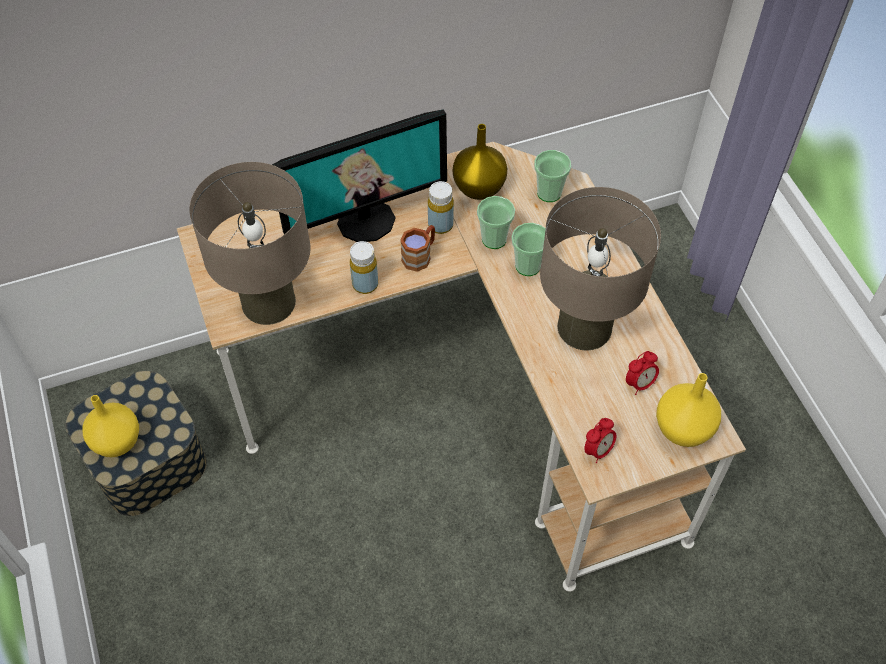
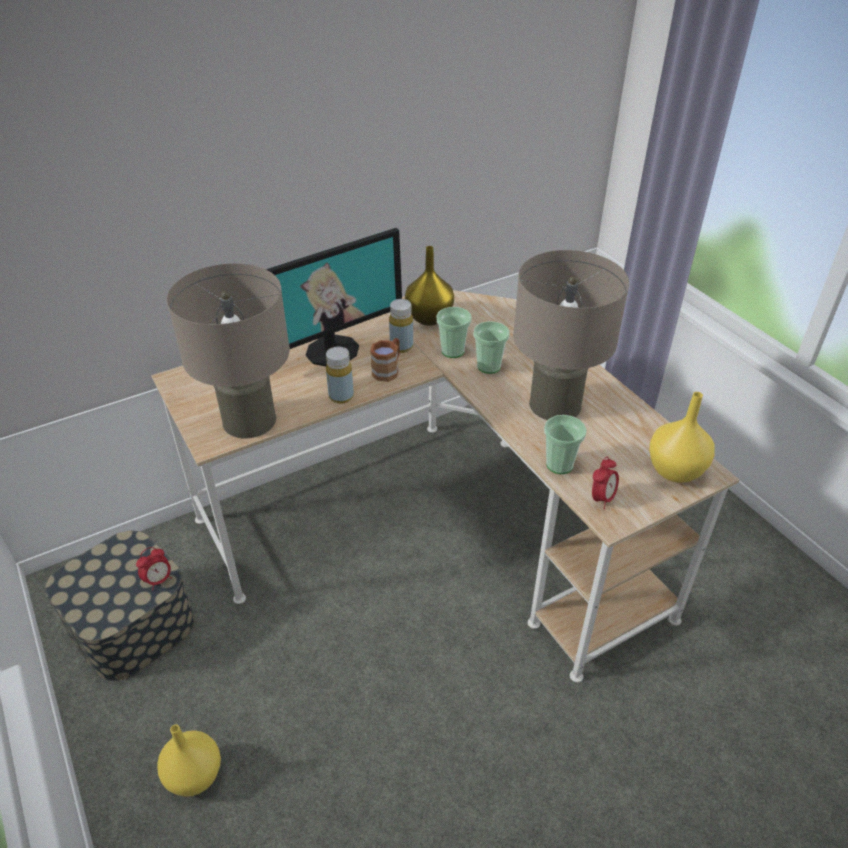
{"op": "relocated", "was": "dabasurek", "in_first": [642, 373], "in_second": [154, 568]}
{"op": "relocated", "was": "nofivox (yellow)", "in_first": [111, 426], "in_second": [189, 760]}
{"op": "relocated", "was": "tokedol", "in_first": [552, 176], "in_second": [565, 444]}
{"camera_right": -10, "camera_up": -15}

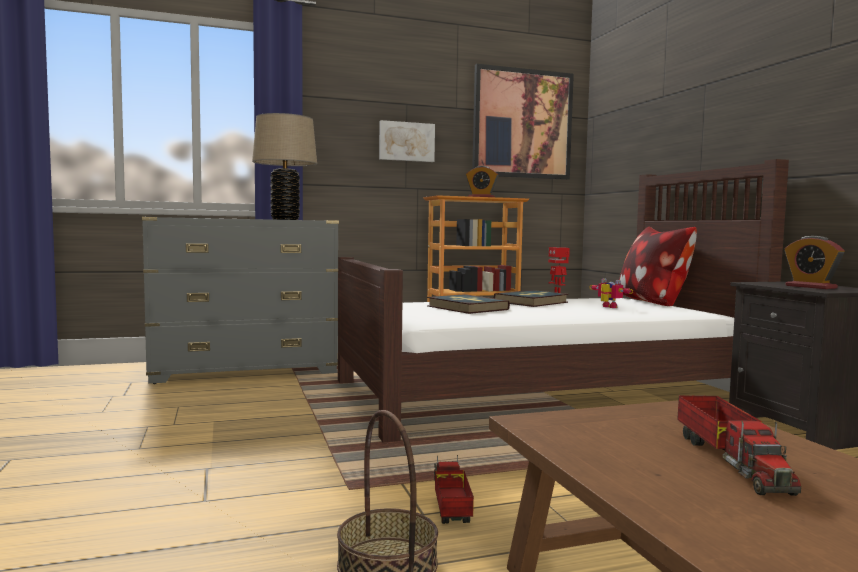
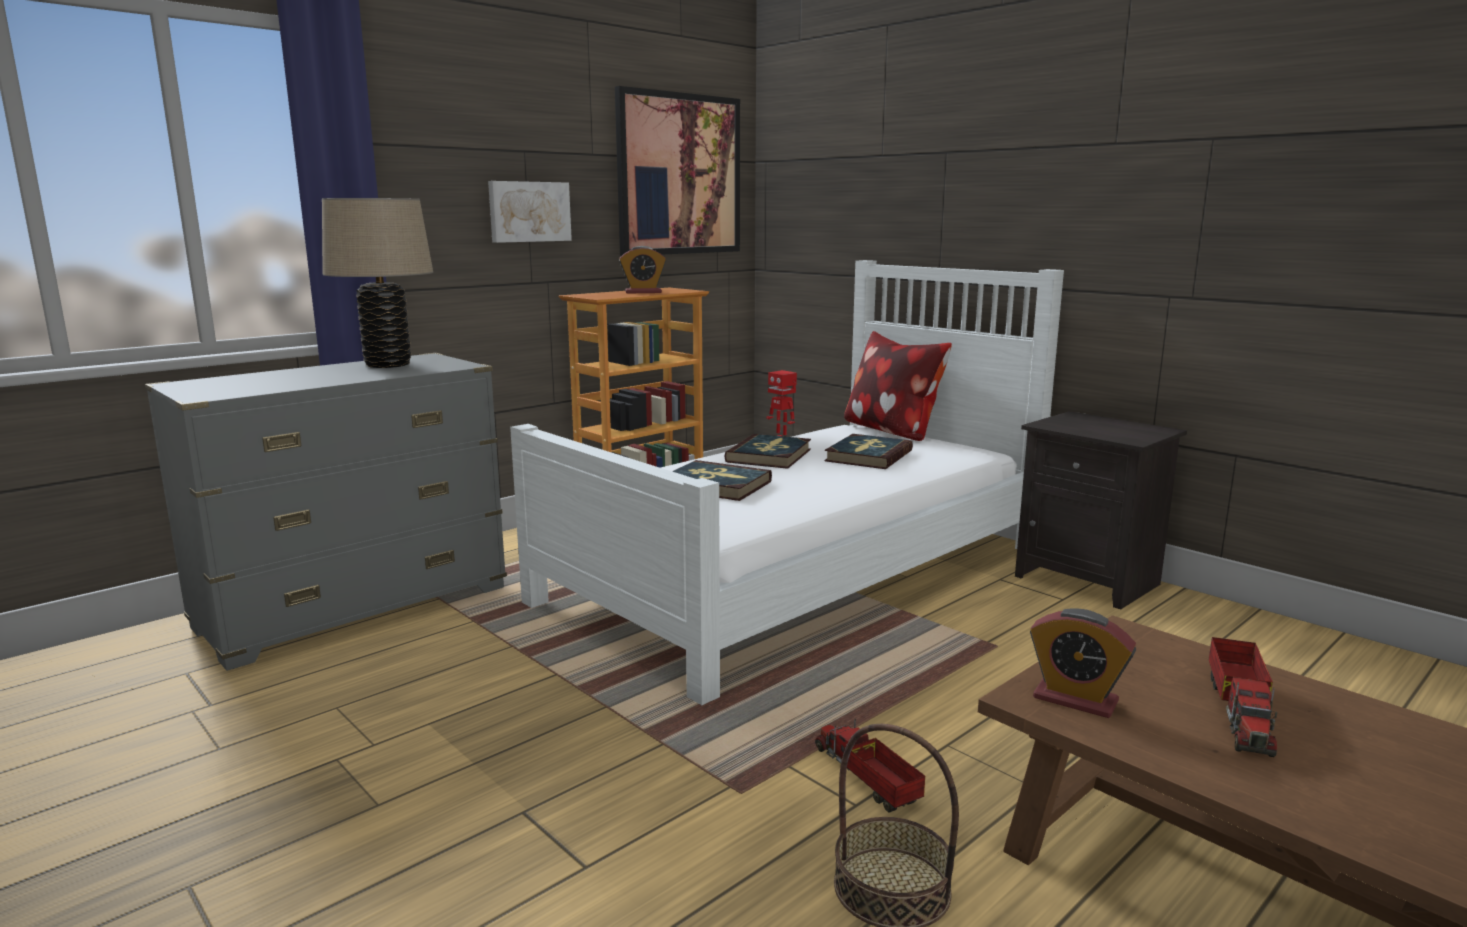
{"op": "colour", "was": "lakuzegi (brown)", "now": "lakuzegi (white)", "in_first": [563, 300], "in_second": [787, 482]}
{"op": "exchanged", "was": "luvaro", "now": "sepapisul", "in_first": [611, 293], "in_second": [868, 451]}
{"op": "relocated", "was": "dabasurek", "in_first": [814, 262], "in_second": [1083, 663]}
{"op": "spun", "was": "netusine", "in_first": [739, 445], "in_second": [1243, 697], "clockwise": 45}
{"camera_right": -25, "camera_up": 10}

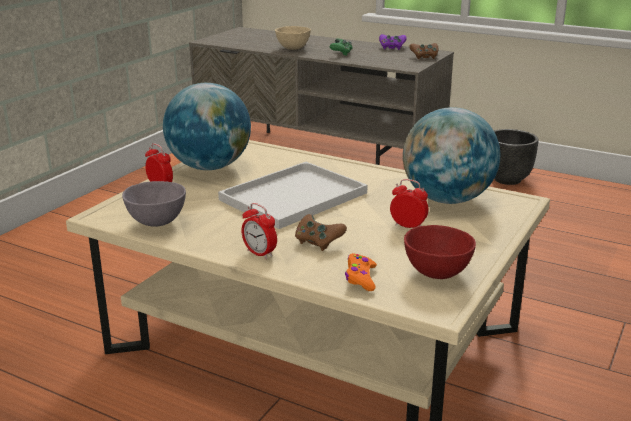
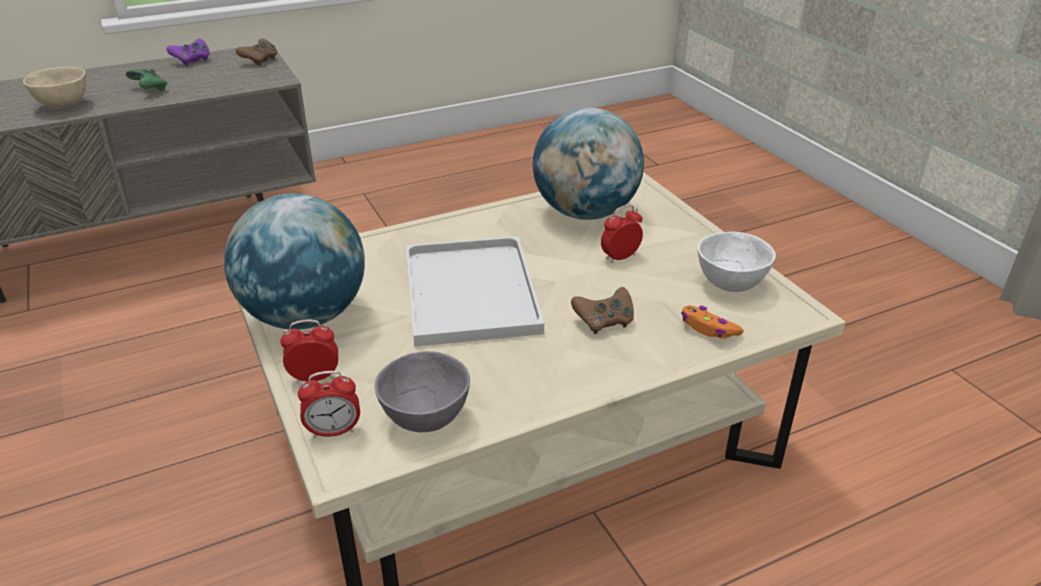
{"op": "relocated", "was": "dabasurek", "in_first": [259, 231], "in_second": [329, 404]}
{"op": "colour", "was": "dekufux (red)", "now": "dekufux (white)", "in_first": [440, 252], "in_second": [737, 262]}
{"op": "missing", "was": "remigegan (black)", "in_first": [516, 157]}
{"camera_right": -55, "camera_up": 10}

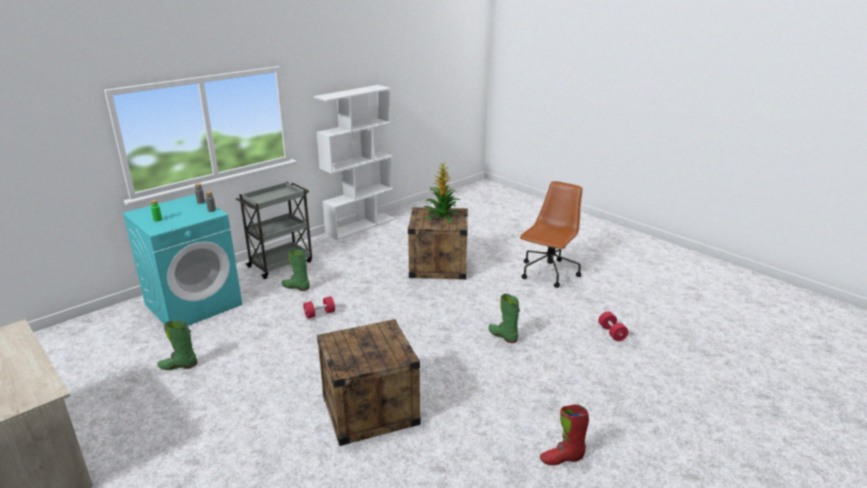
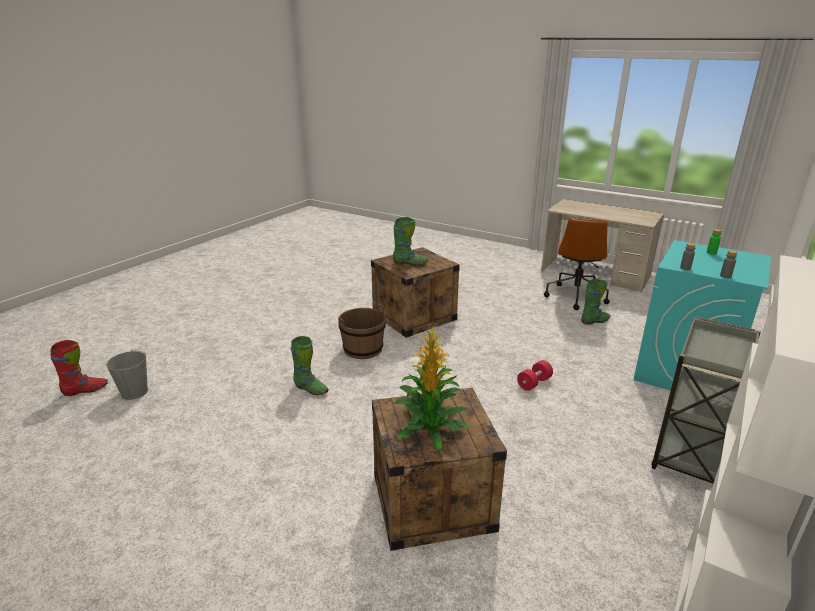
{"op": "relocated", "was": "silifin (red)", "in_first": [564, 435], "in_second": [79, 368]}
{"op": "appeared", "now": "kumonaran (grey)", "in_second": [127, 374]}
{"op": "appeared", "now": "kumonaran (brown)", "in_second": [362, 331]}
{"op": "relocated", "was": "silifin (green)", "in_first": [296, 270], "in_second": [410, 241]}
{"op": "relocated", "was": "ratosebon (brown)", "in_first": [551, 234], "in_second": [577, 264]}
{"op": "missing", "was": "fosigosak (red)", "in_first": [613, 326]}
{"camera_right": 165, "camera_up": 0}

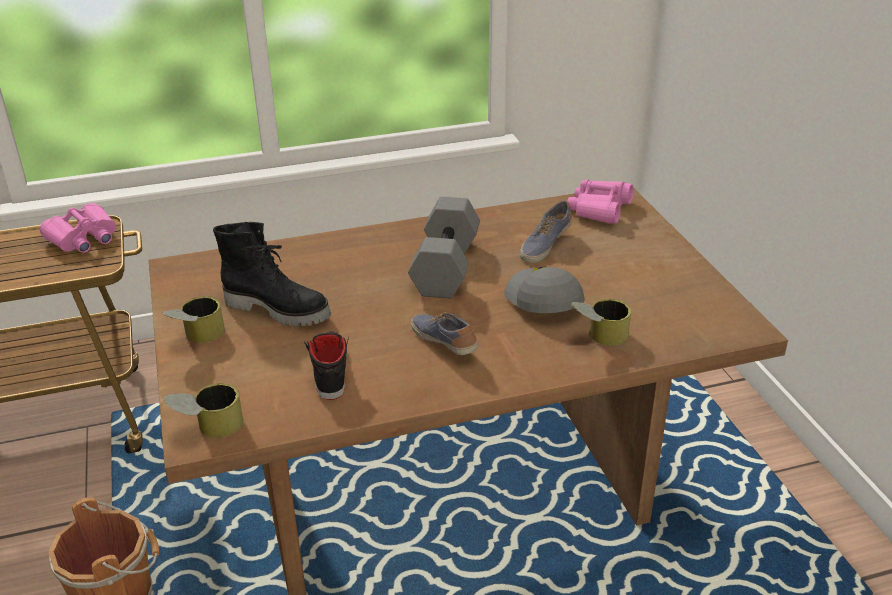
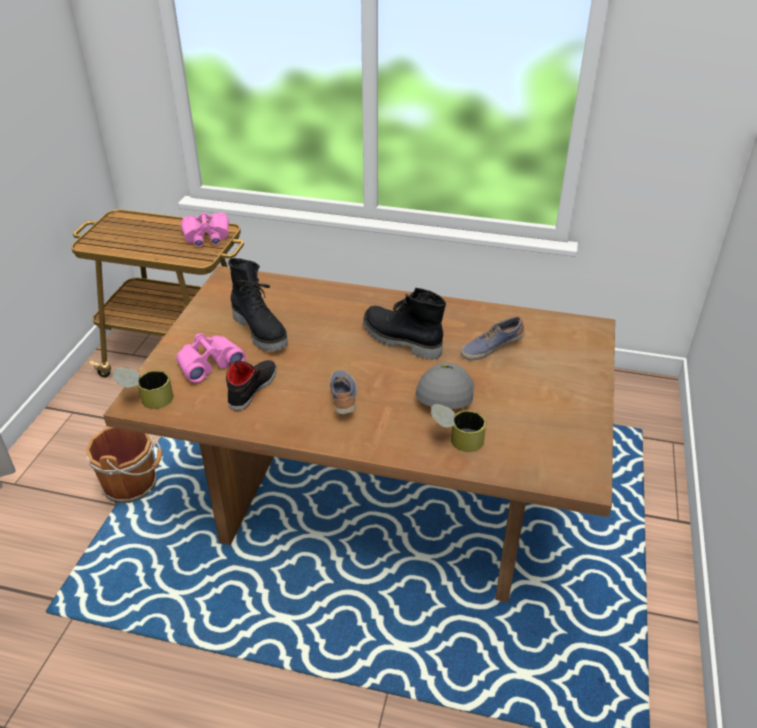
{"op": "relocated", "was": "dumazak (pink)", "in_first": [600, 201], "in_second": [211, 358]}
{"op": "exchanged", "was": "fosigosak (grey)", "now": "silifin (black)", "in_first": [444, 247], "in_second": [404, 324]}
{"op": "missing", "was": "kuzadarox", "in_first": [193, 319]}
{"camera_right": 30, "camera_up": 5}

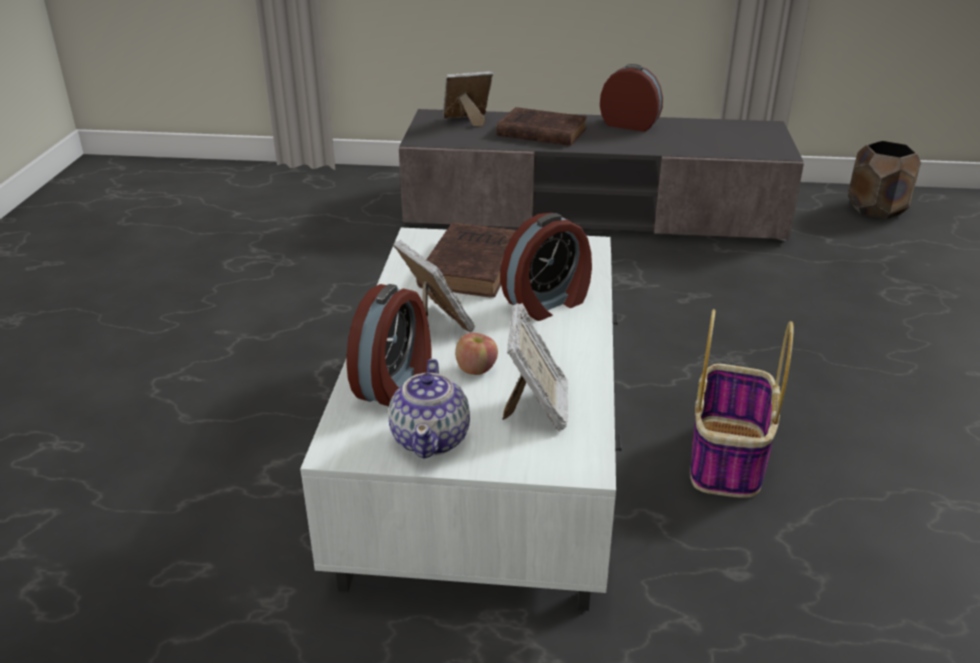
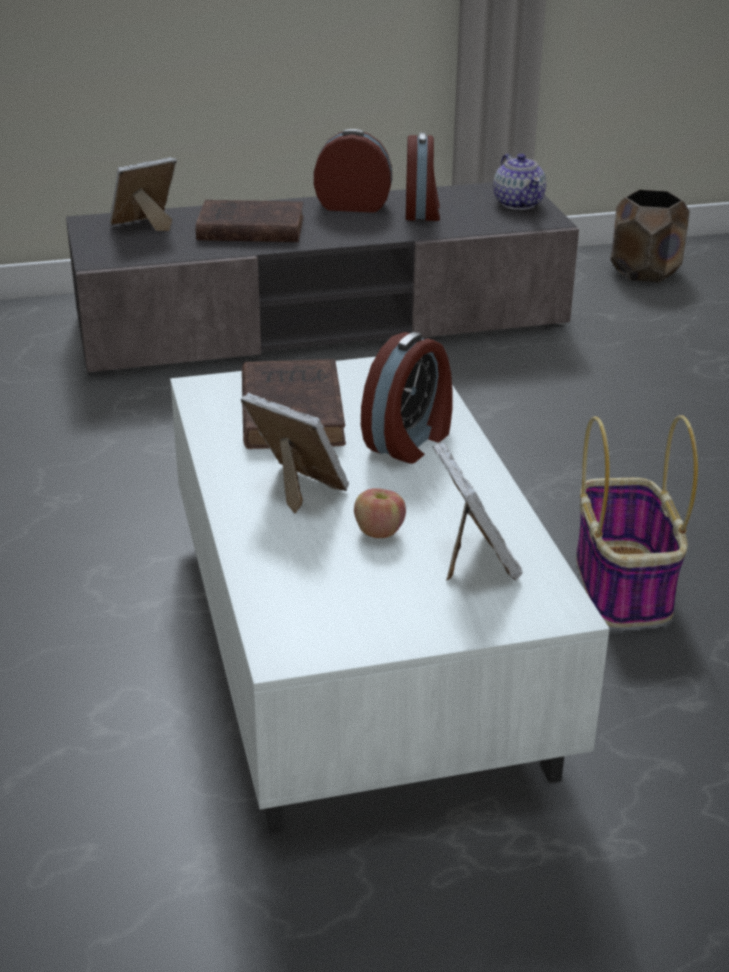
{"op": "relocated", "was": "dabasurek", "in_first": [388, 345], "in_second": [423, 177]}
{"op": "relocated", "was": "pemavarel", "in_first": [429, 408], "in_second": [519, 181]}
{"camera_right": -20, "camera_up": 0}

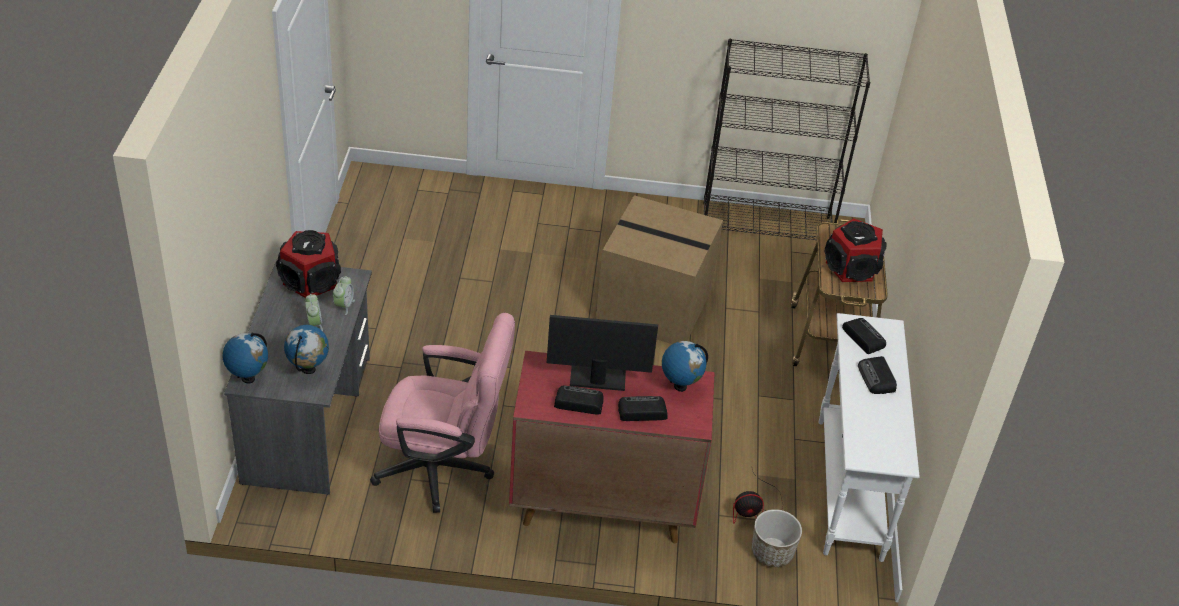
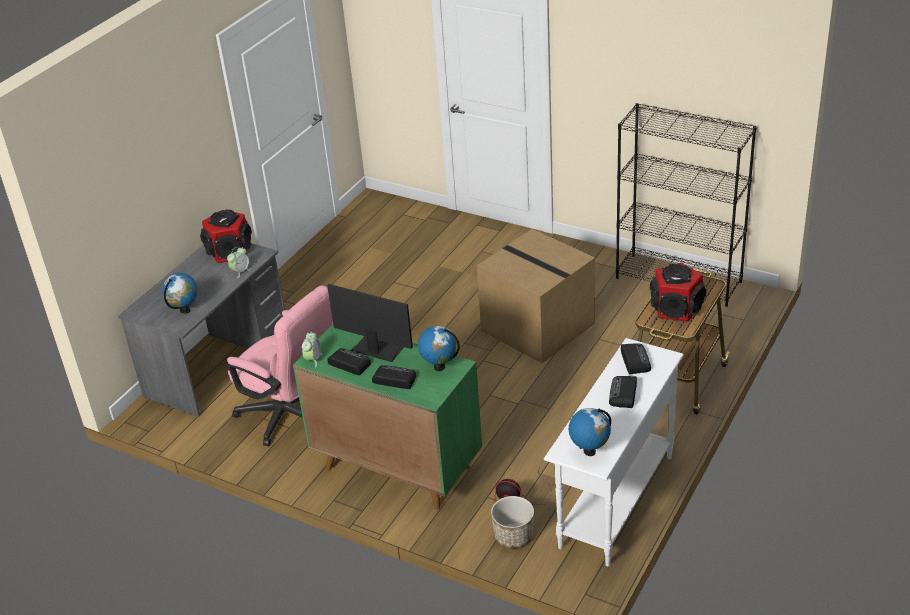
{"op": "colour", "was": "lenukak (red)", "now": "lenukak (green)", "in_first": [612, 447], "in_second": [387, 417]}
{"op": "relocated", "was": "dabasurek", "in_first": [314, 312], "in_second": [312, 349]}
{"op": "relocated", "was": "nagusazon", "in_first": [245, 358], "in_second": [590, 432]}
{"camera_right": 30, "camera_up": -5}

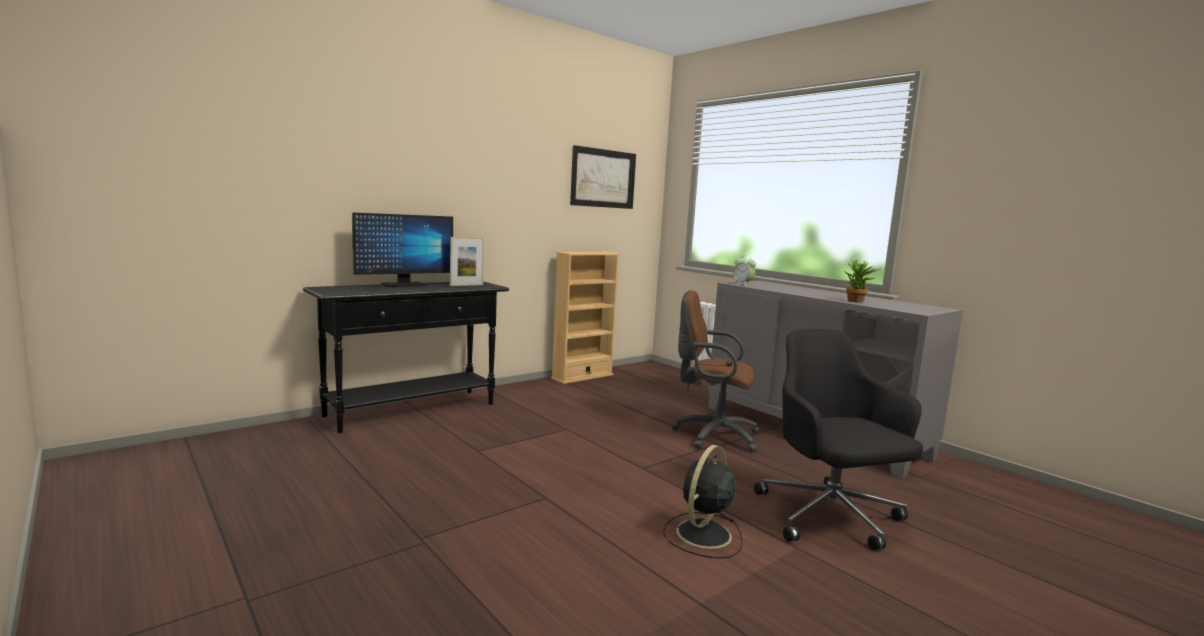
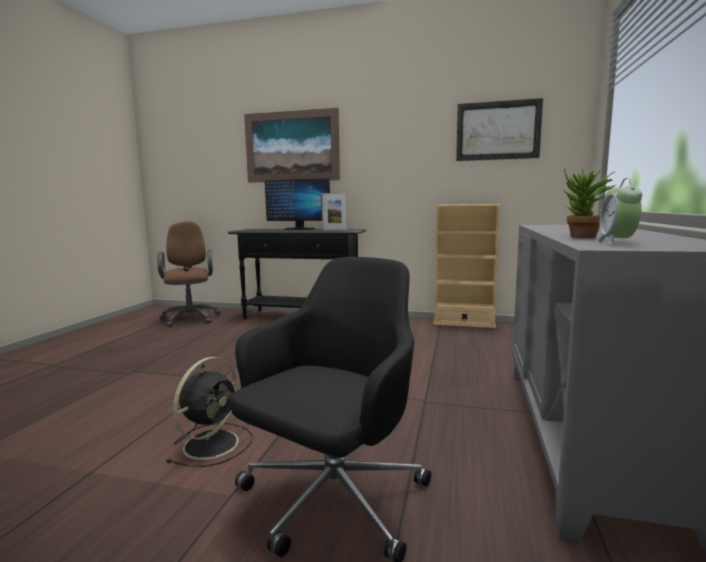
{"op": "relocated", "was": "ratosebon (brown)", "in_first": [716, 371], "in_second": [189, 274]}
{"op": "spun", "was": "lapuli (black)", "in_first": [702, 502], "in_second": [209, 412], "clockwise": 120}
{"op": "appeared", "now": "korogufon", "in_second": [292, 145]}
{"op": "relocated", "was": "dabasurek", "in_first": [744, 270], "in_second": [619, 211]}
{"camera_right": 55, "camera_up": 0}

